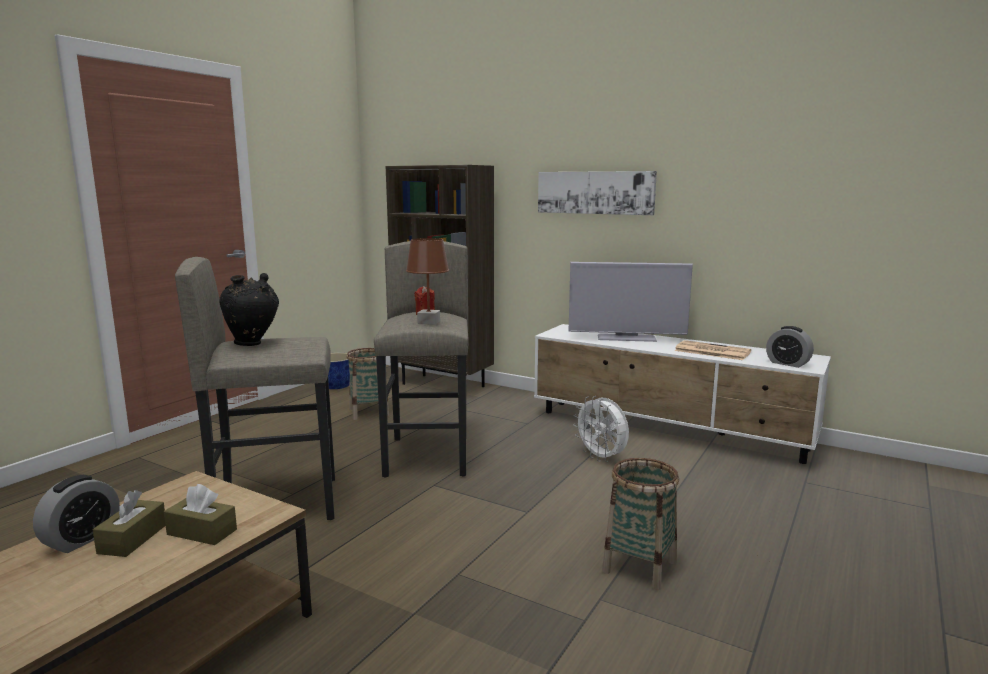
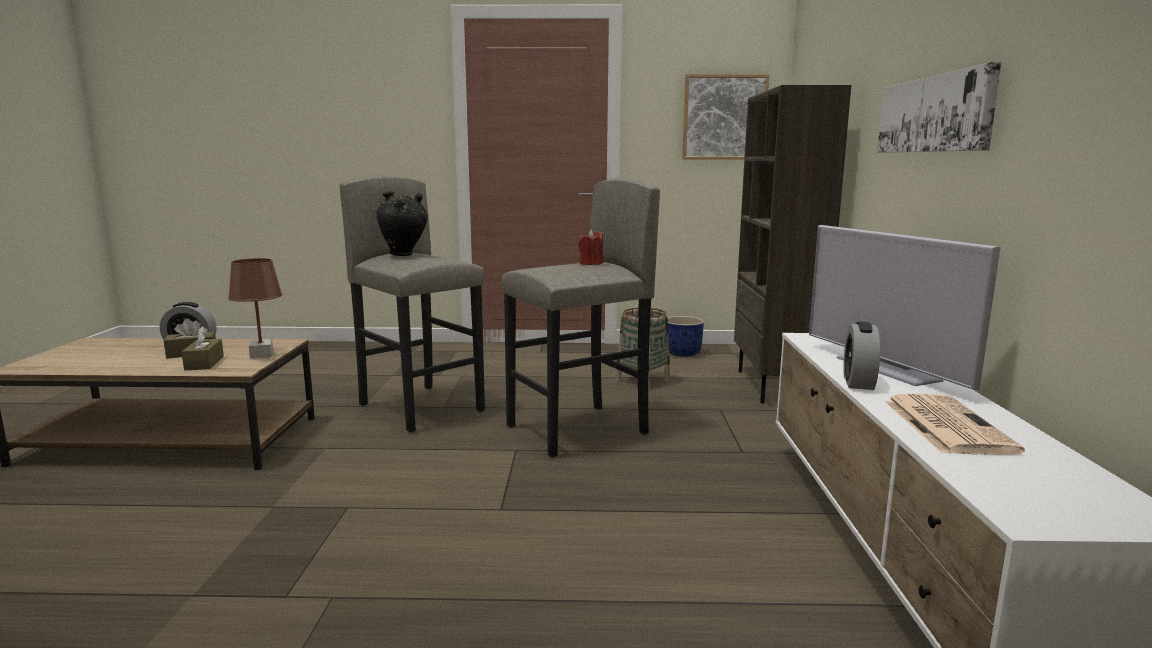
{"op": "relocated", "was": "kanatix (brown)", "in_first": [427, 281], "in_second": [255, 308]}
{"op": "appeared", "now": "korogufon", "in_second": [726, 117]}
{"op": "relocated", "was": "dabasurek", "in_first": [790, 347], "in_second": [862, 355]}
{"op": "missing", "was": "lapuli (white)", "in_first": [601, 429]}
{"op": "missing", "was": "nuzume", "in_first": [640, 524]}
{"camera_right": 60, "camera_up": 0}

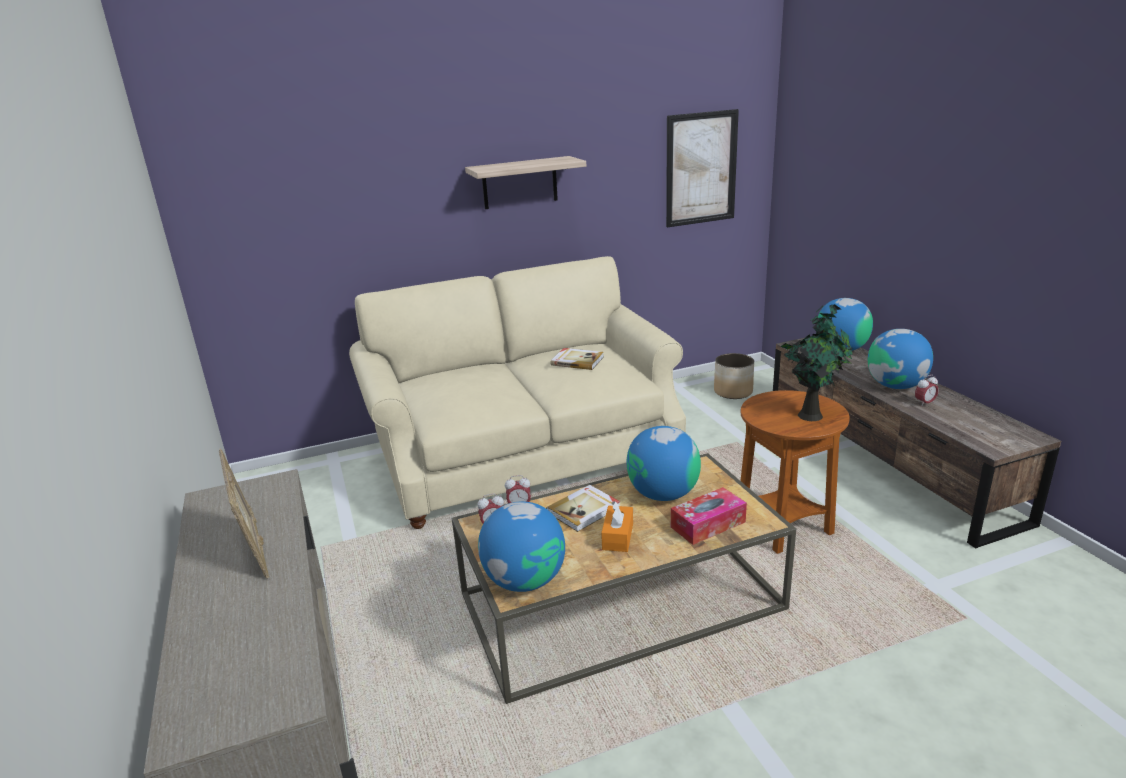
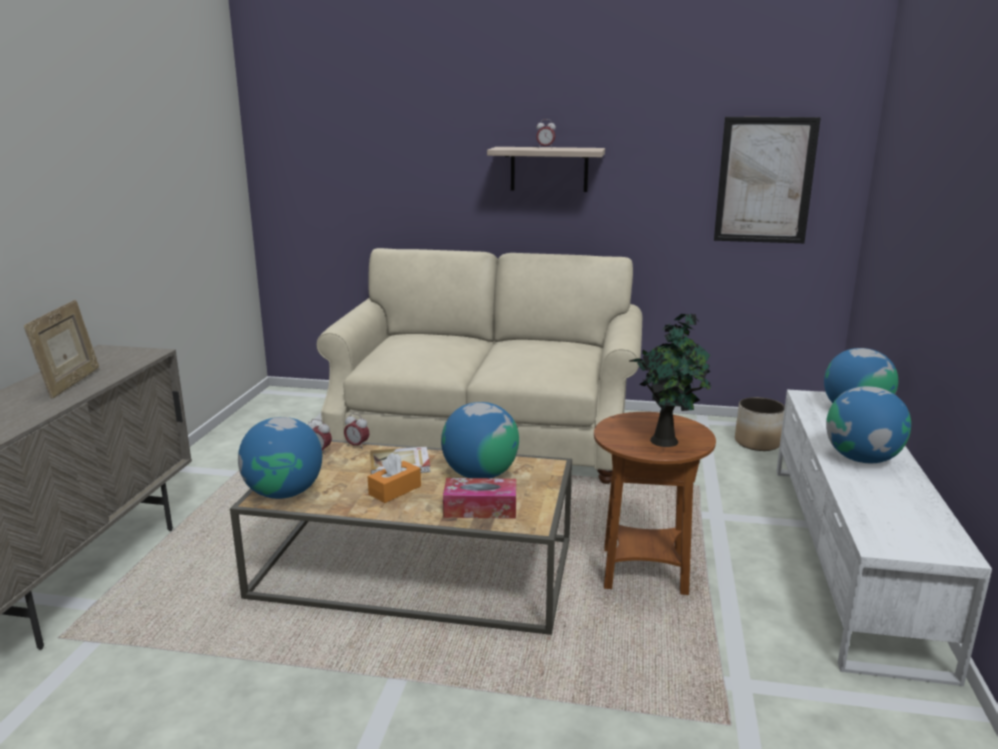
{"op": "relocated", "was": "dabasurek", "in_first": [927, 391], "in_second": [546, 133]}
{"op": "colour", "was": "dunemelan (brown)", "now": "dunemelan (white)", "in_first": [917, 442], "in_second": [884, 537]}
{"op": "missing", "was": "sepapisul", "in_first": [577, 359]}
{"camera_right": 30, "camera_up": -5}

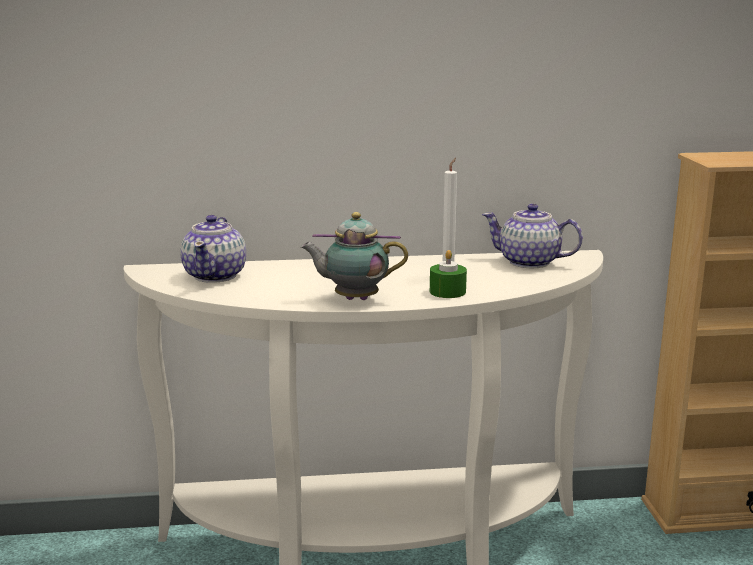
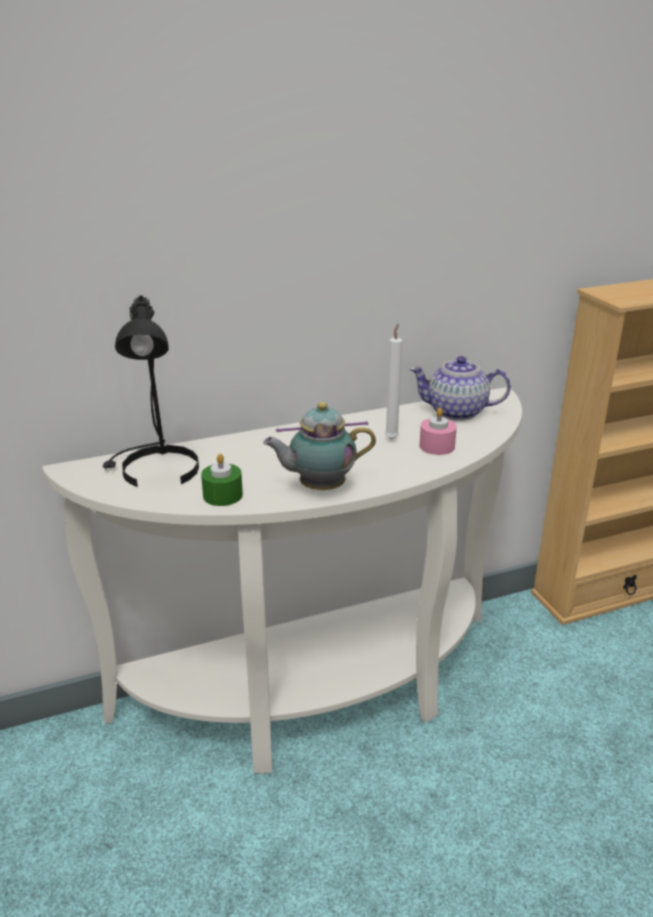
{"op": "exchanged", "was": "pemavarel", "now": "kanatix (black)", "in_first": [213, 249], "in_second": [151, 391]}
{"op": "relocated", "was": "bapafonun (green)", "in_first": [448, 274], "in_second": [222, 480]}
{"op": "appeared", "now": "bapafonun (pink)", "in_second": [438, 431]}
{"camera_right": -15, "camera_up": 10}

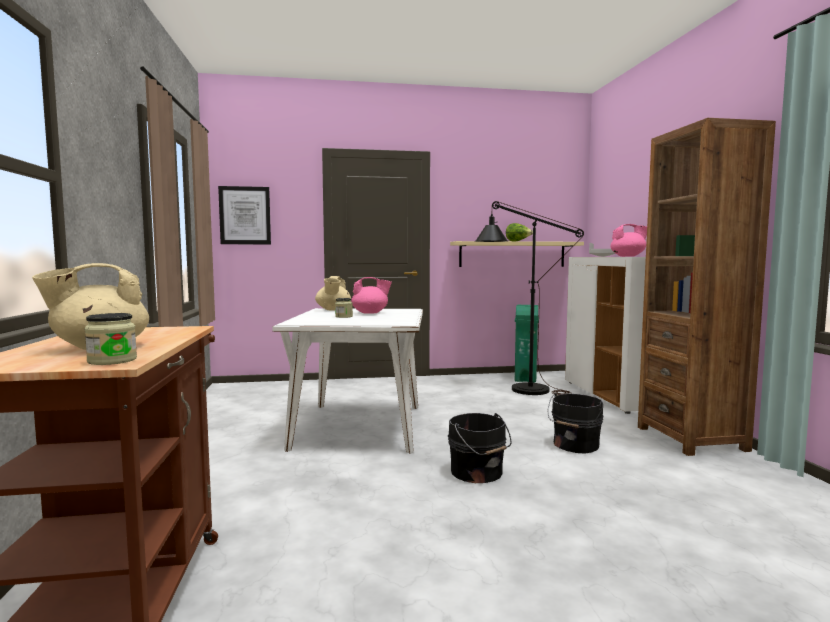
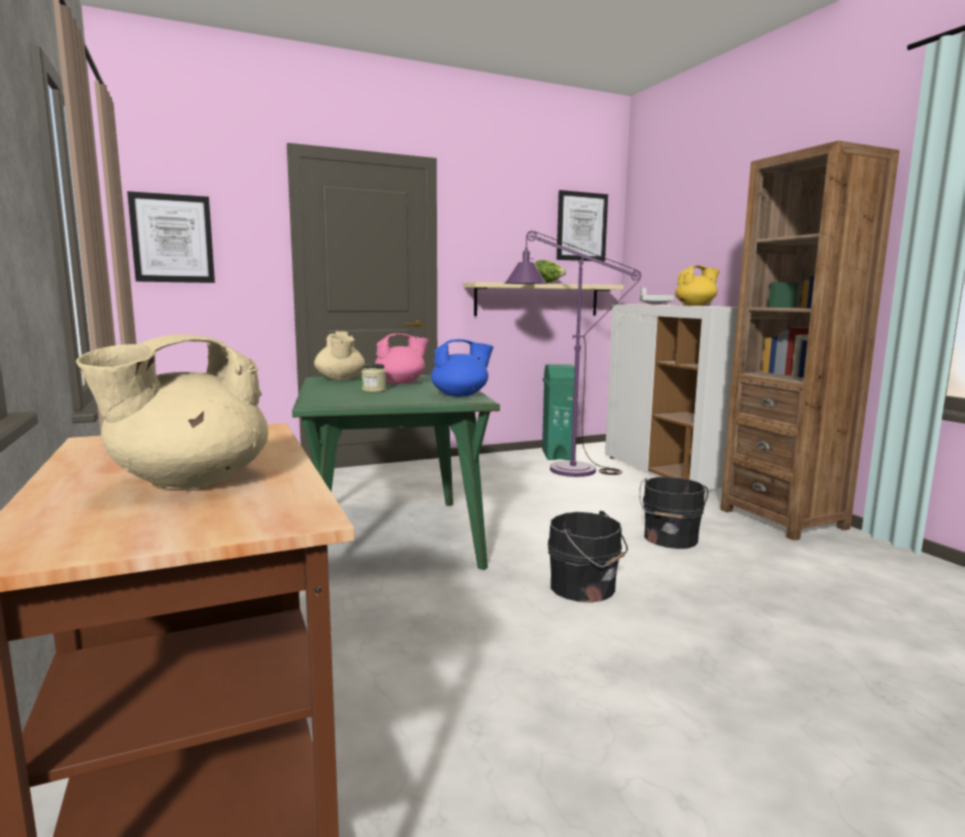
{"op": "colour", "was": "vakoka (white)", "now": "vakoka (green)", "in_first": [347, 380], "in_second": [396, 472]}
{"op": "appeared", "now": "pemavarel (blue)", "in_second": [462, 368]}
{"op": "colour", "was": "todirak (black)", "now": "todirak (purple)", "in_first": [529, 298], "in_second": [572, 354]}
{"op": "appeared", "now": "korogufon", "in_second": [582, 226]}
{"op": "colour", "was": "pemavarel (pink)", "now": "pemavarel (yellow)", "in_first": [629, 240], "in_second": [697, 286]}
{"op": "missing", "was": "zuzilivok", "in_first": [111, 339]}
{"camera_right": -15, "camera_up": 5}

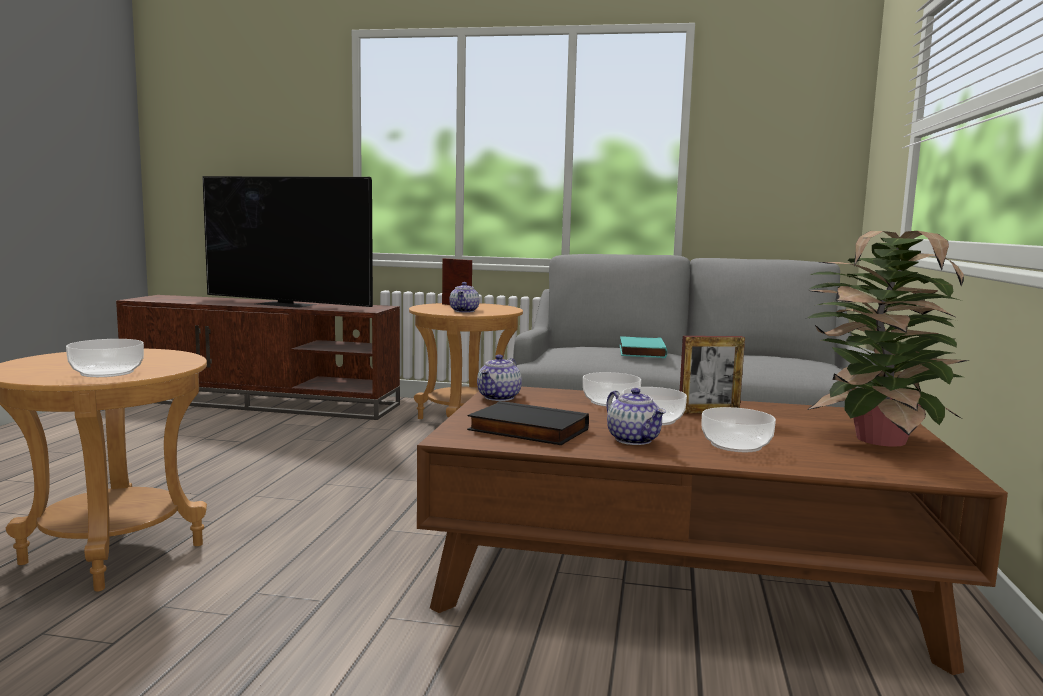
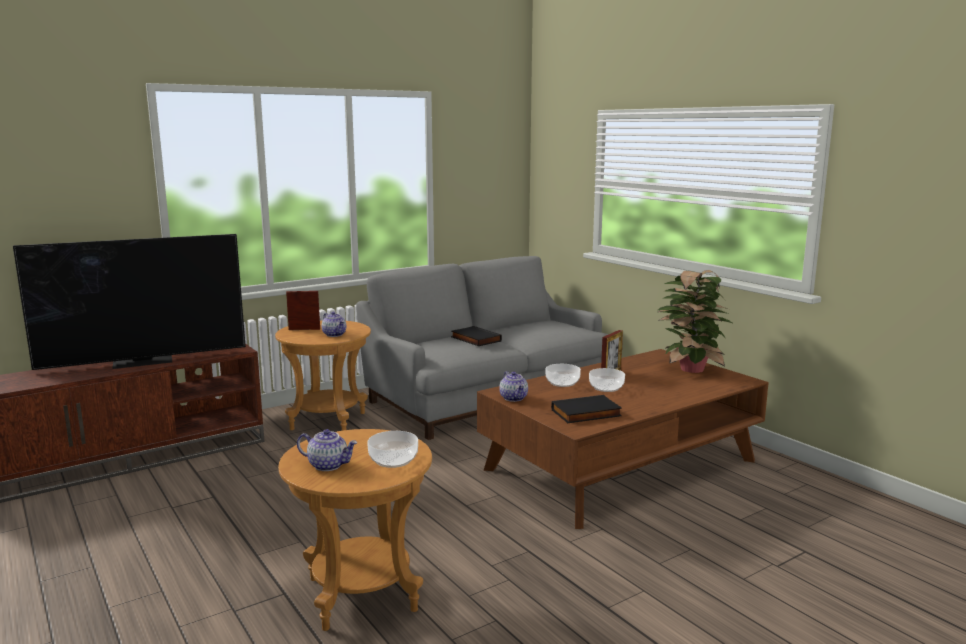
{"op": "relocated", "was": "pemavarel", "in_first": [636, 416], "in_second": [327, 450]}
{"op": "colour", "was": "sepapisul (turquoise)", "now": "sepapisul (black)", "in_first": [643, 347], "in_second": [476, 336]}
{"op": "missing", "was": "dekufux", "in_first": [739, 429]}
{"camera_right": -45, "camera_up": 5}

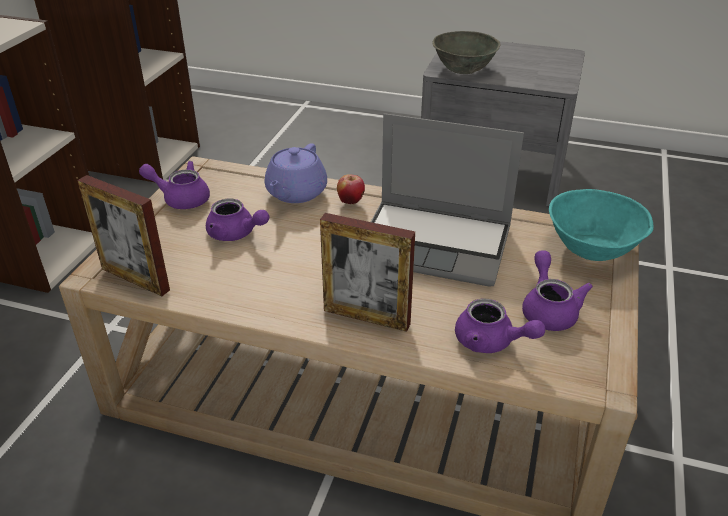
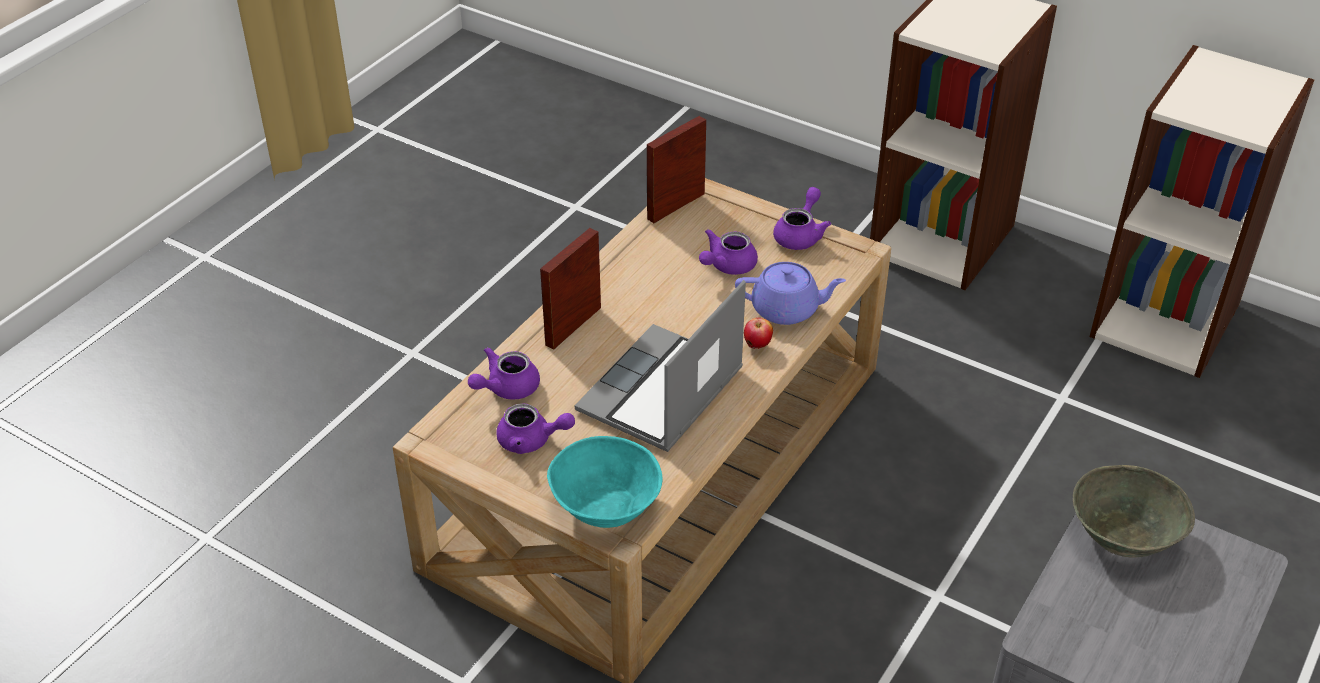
{"op": "spun", "was": "pemavarel (purple)", "in_first": [296, 173], "in_second": [790, 293], "clockwise": 150}
{"camera_right": 105, "camera_up": 5}

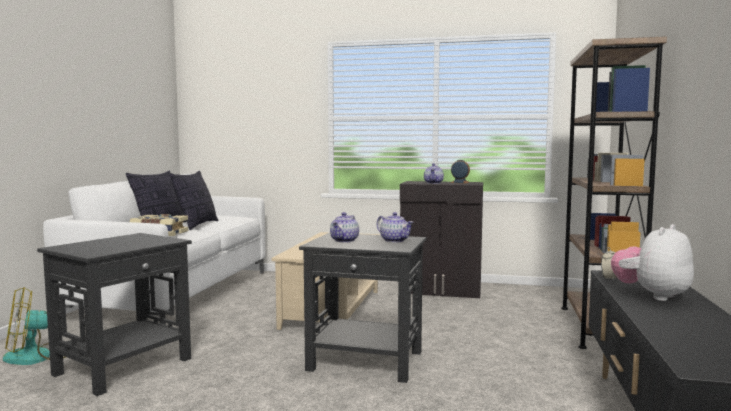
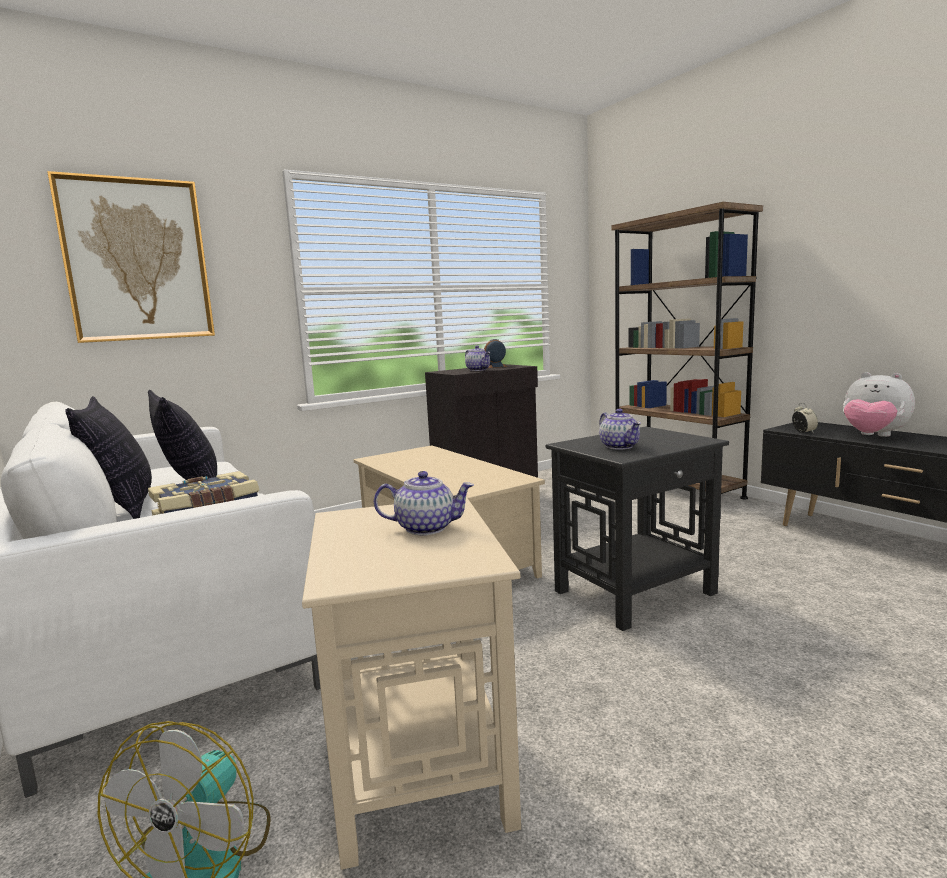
{"op": "appeared", "now": "korogufon", "in_second": [131, 257]}
{"op": "colour", "was": "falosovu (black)", "now": "falosovu (beige)", "in_first": [114, 314], "in_second": [411, 683]}
{"op": "relocated", "was": "pemavarel", "in_first": [395, 227], "in_second": [424, 503]}
{"op": "spun", "was": "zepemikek", "in_first": [652, 262], "in_second": [879, 404], "clockwise": -45}
{"camera_right": -45, "camera_up": 5}

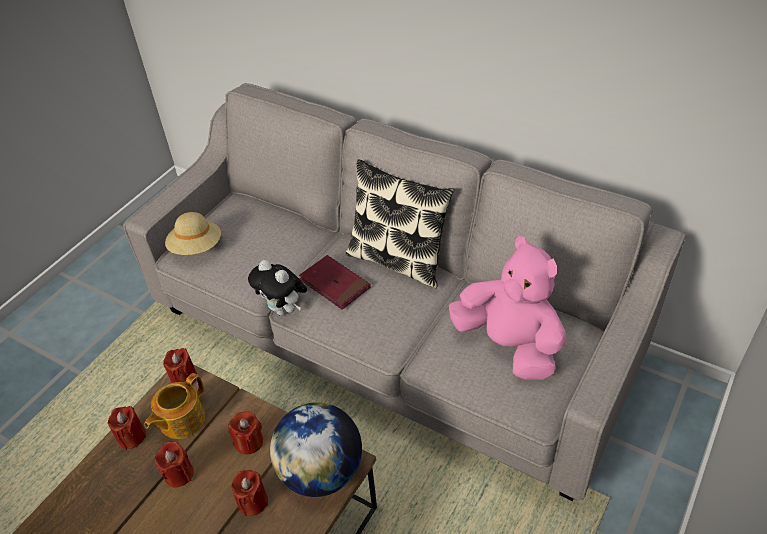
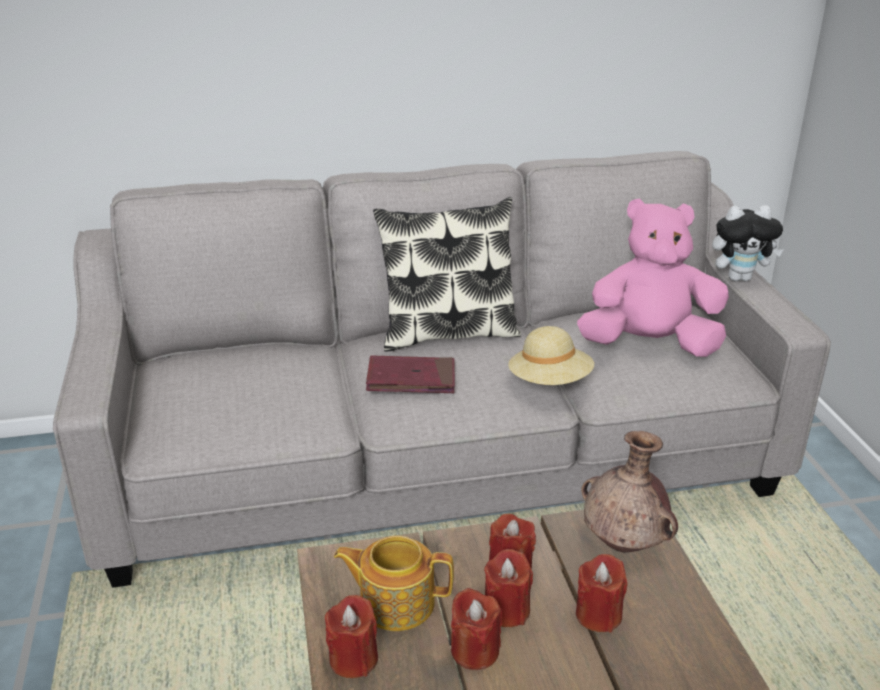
{"op": "spun", "was": "pemavarel", "in_first": [175, 406], "in_second": [394, 583], "clockwise": 105}
{"op": "relocated", "was": "bapafonun (red)", "in_first": [180, 366], "in_second": [508, 588]}
{"op": "relocated", "was": "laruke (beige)", "in_first": [193, 233], "in_second": [551, 355]}
{"op": "exchanged", "was": "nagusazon", "now": "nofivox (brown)", "in_first": [316, 449], "in_second": [629, 491]}
{"op": "relocated", "was": "zepemikek", "in_first": [277, 287], "in_second": [748, 243]}
{"camera_right": -45, "camera_up": -15}

